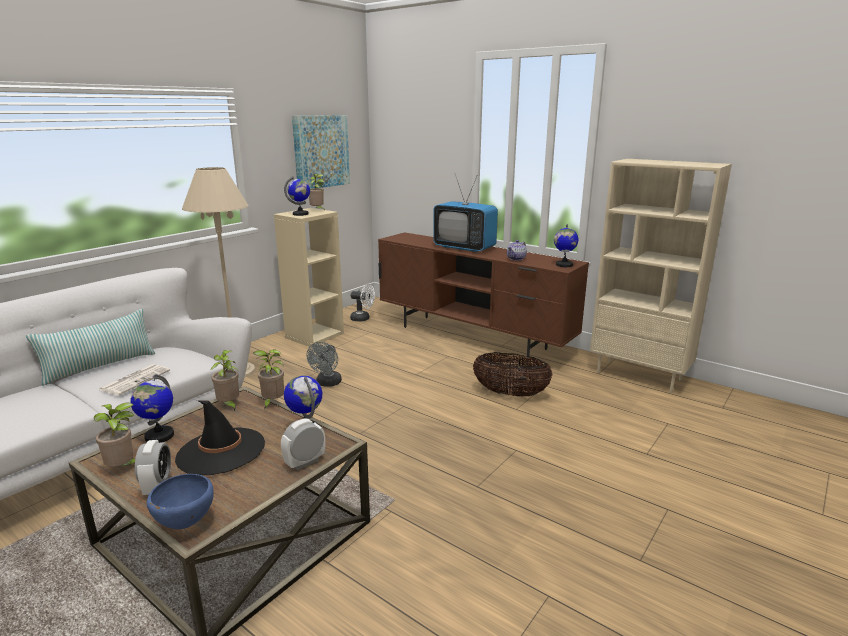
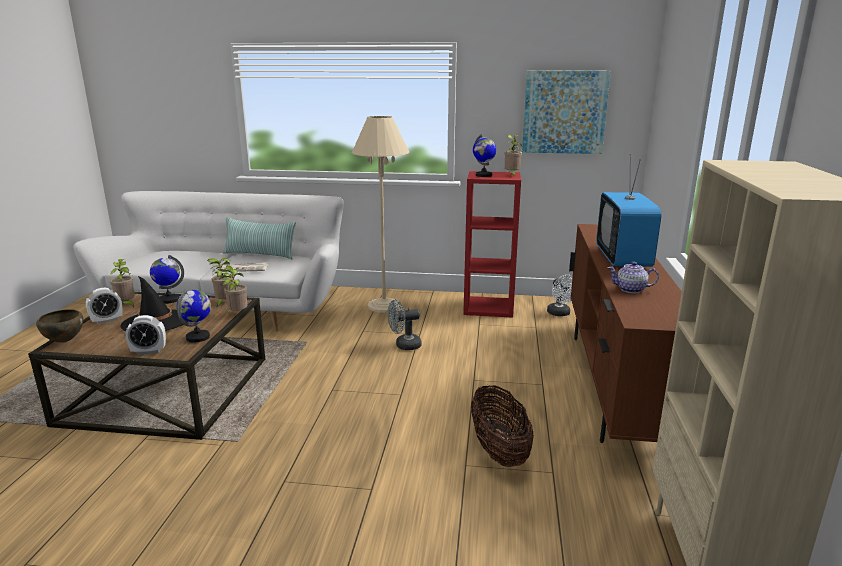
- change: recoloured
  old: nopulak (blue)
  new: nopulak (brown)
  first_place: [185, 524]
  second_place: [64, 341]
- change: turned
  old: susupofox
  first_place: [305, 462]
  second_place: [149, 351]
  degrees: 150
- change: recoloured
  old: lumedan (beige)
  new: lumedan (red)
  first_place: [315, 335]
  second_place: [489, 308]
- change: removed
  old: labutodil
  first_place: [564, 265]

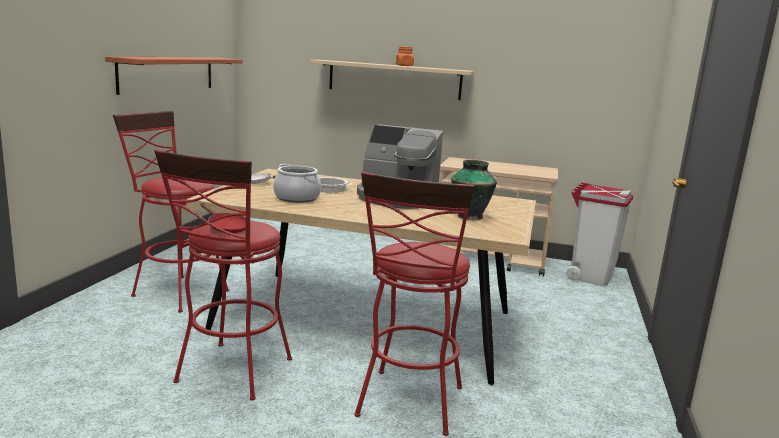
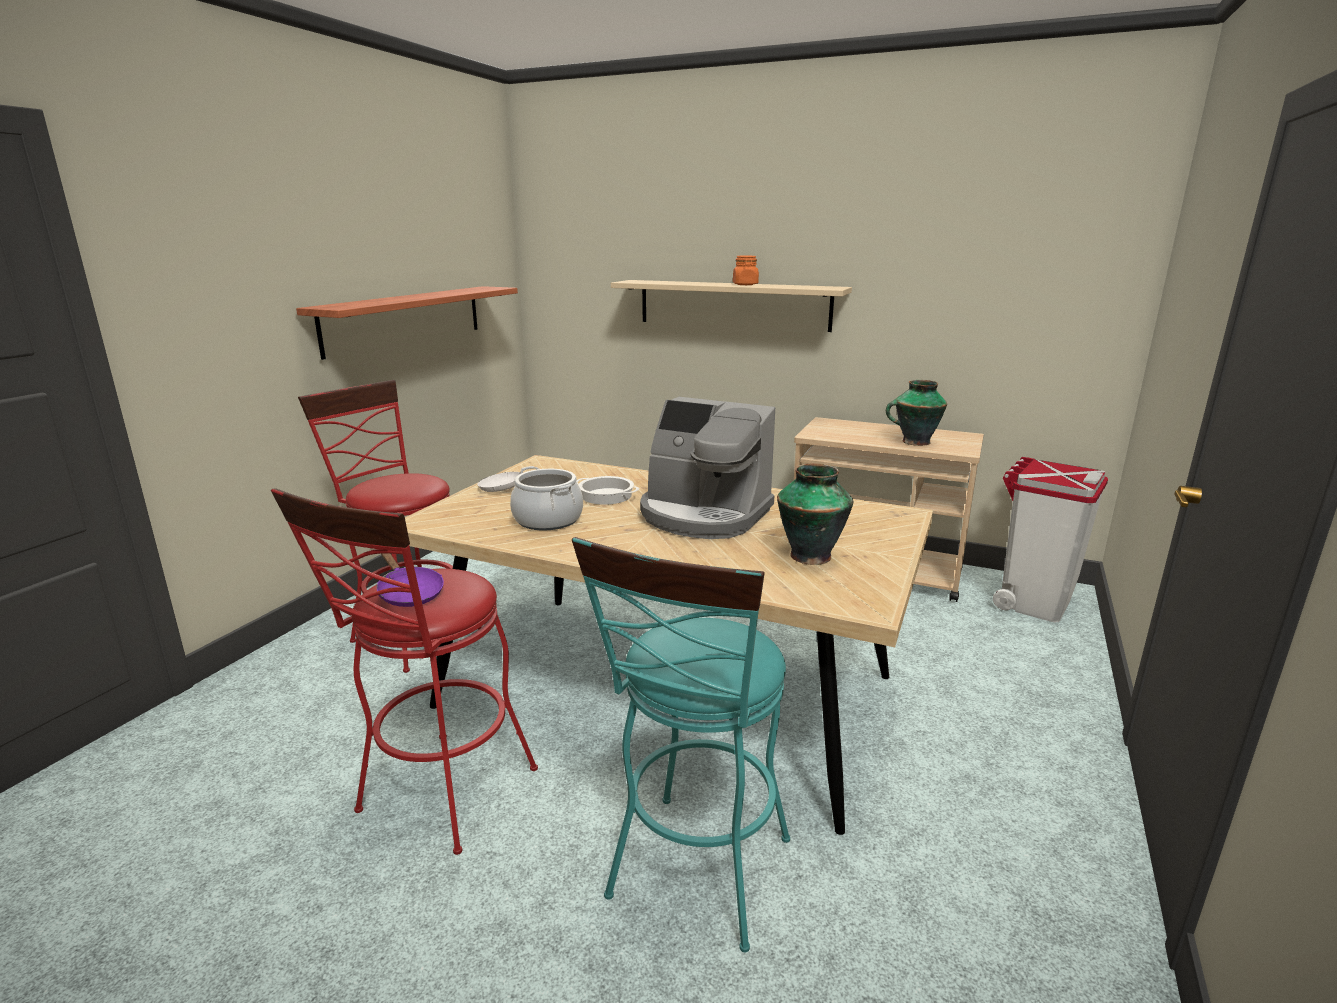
- change: recoloured
  old: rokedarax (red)
  new: rokedarax (purple)
  first_place: [225, 228]
  second_place: [408, 593]
- change: recoloured
  old: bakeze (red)
  new: bakeze (turquoise)
  first_place: [408, 406]
  second_place: [695, 879]
- change: added
  new: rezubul
  second_place: [914, 442]

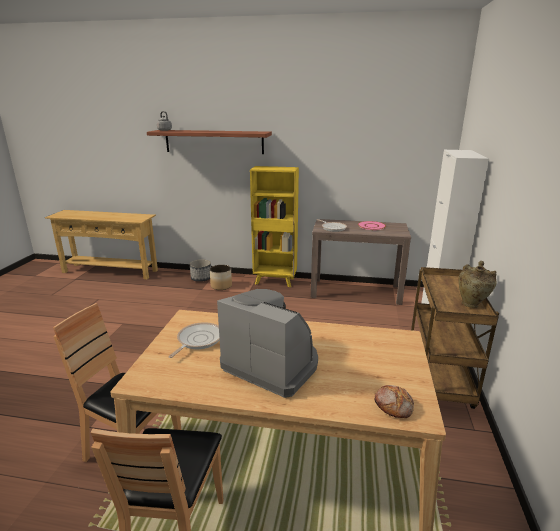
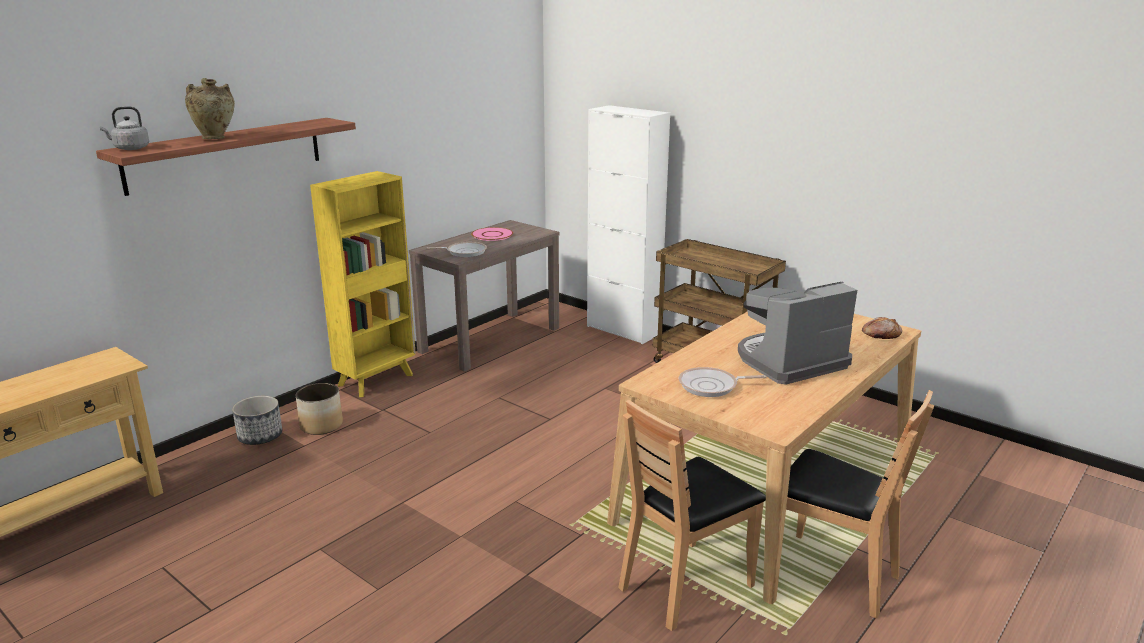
- change: moved
  old: rezubul (beige)
  first_place: [472, 304]
  second_place: [215, 138]
- change: turned
  old: rokedarax
  first_place: [198, 340]
  second_place: [711, 386]
  degrees: -60

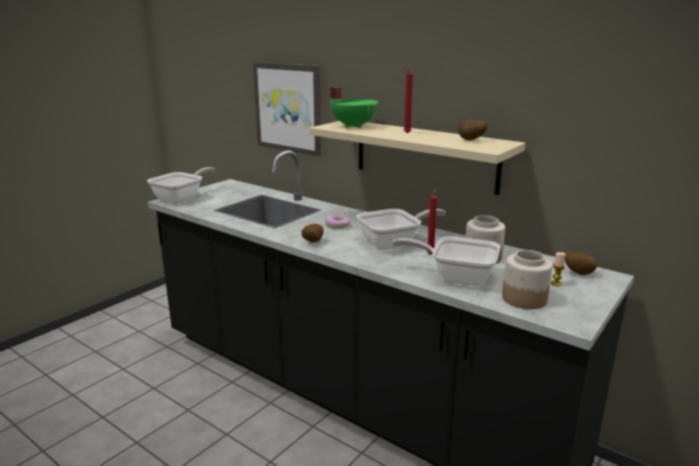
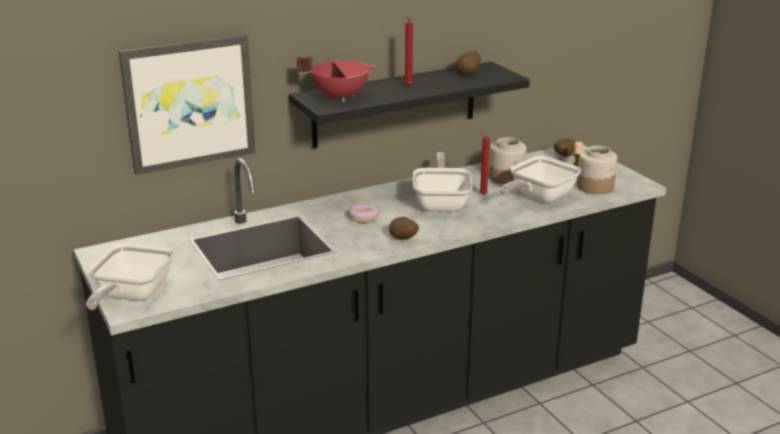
- change: turned
  old: rokedarax
  first_place: [182, 198]
  second_place: [131, 296]
  degrees: -135
- change: recoloured
  old: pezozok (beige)
  new: pezozok (black)
  first_place: [425, 155]
  second_place: [395, 104]
- change: recoloured
  old: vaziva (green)
  new: vaziva (red)
  first_place: [354, 126]
  second_place: [339, 97]

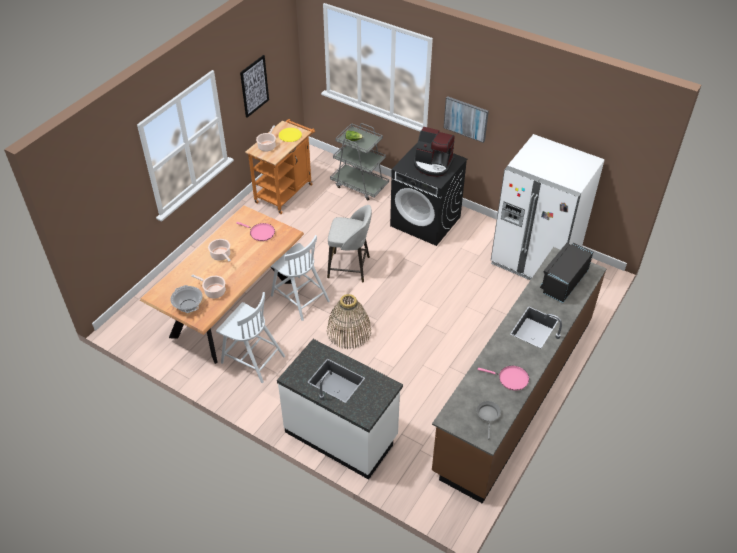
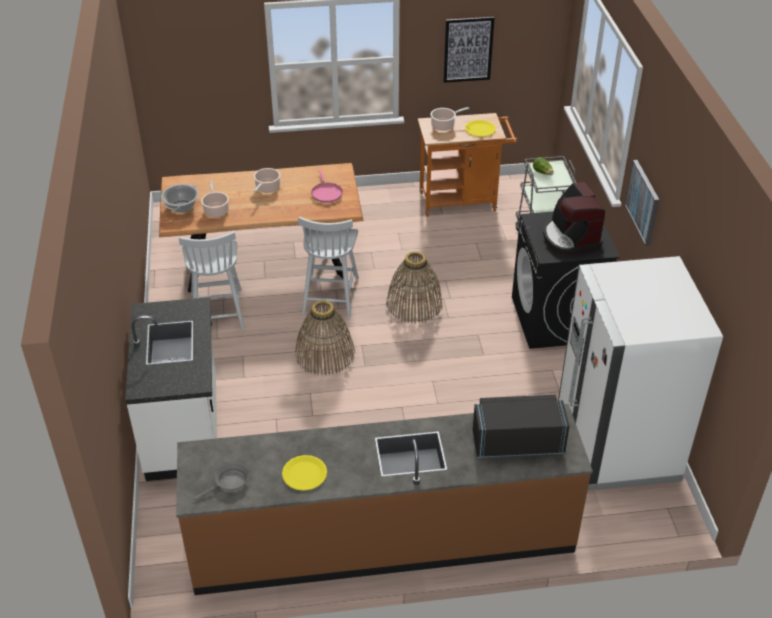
- change: replaced
  old: rokedarax (pink)
  new: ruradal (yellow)
  first_place: [511, 379]
  second_place: [304, 474]
- change: replaced
  old: bakeze (grey)
  new: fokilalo
  first_place: [350, 267]
  second_place: [414, 304]

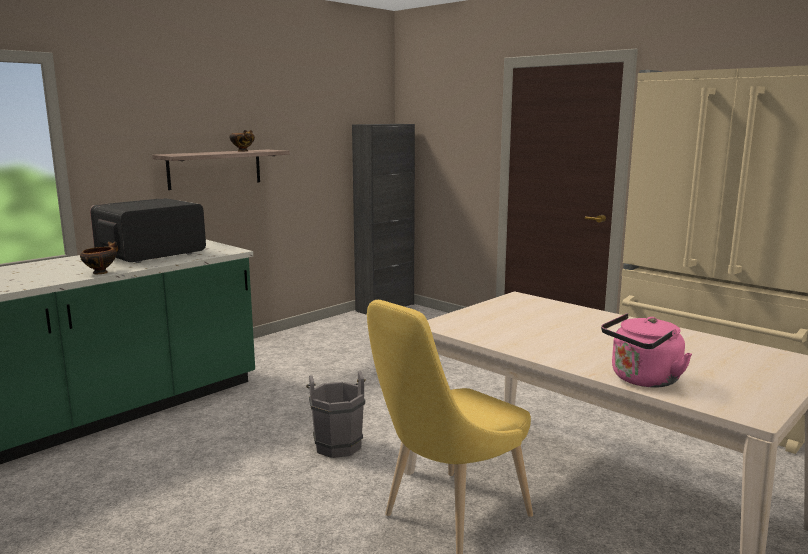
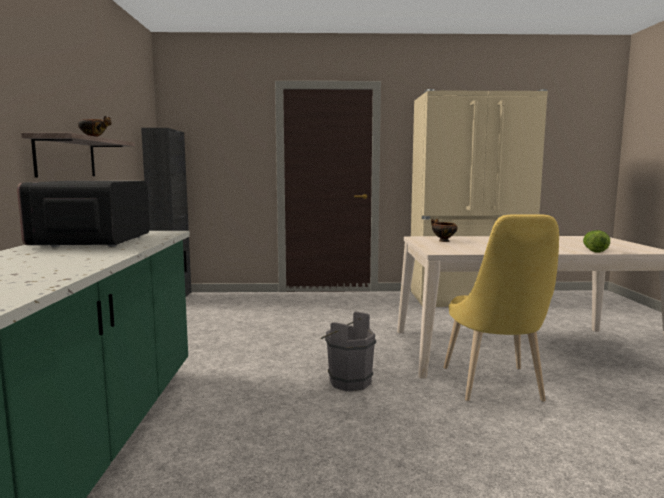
- change: moved
  old: nopulak
  first_place: [101, 272]
  second_place: [443, 241]
- change: replaced
  old: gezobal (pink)
  new: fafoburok
  first_place: [642, 380]
  second_place: [594, 250]

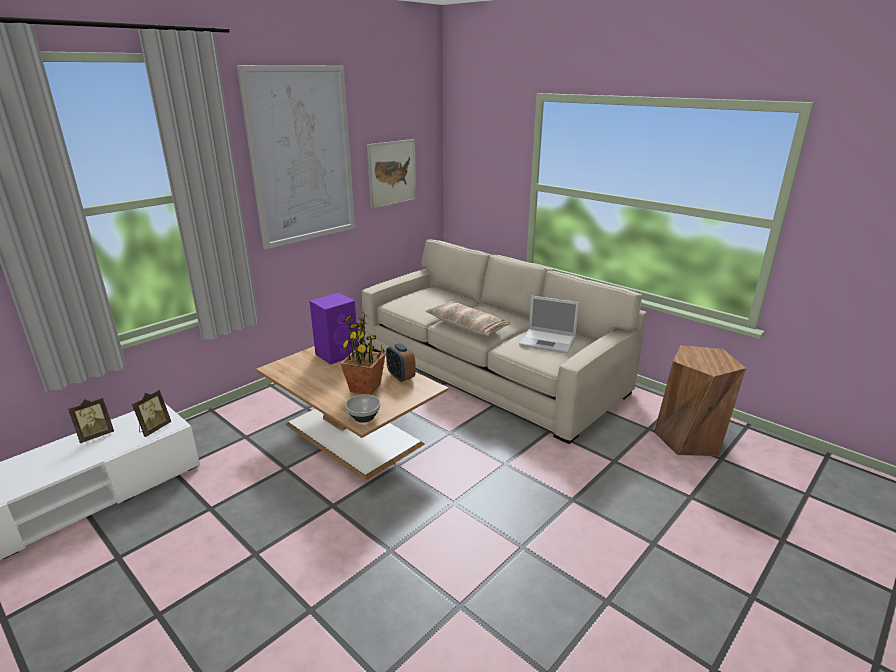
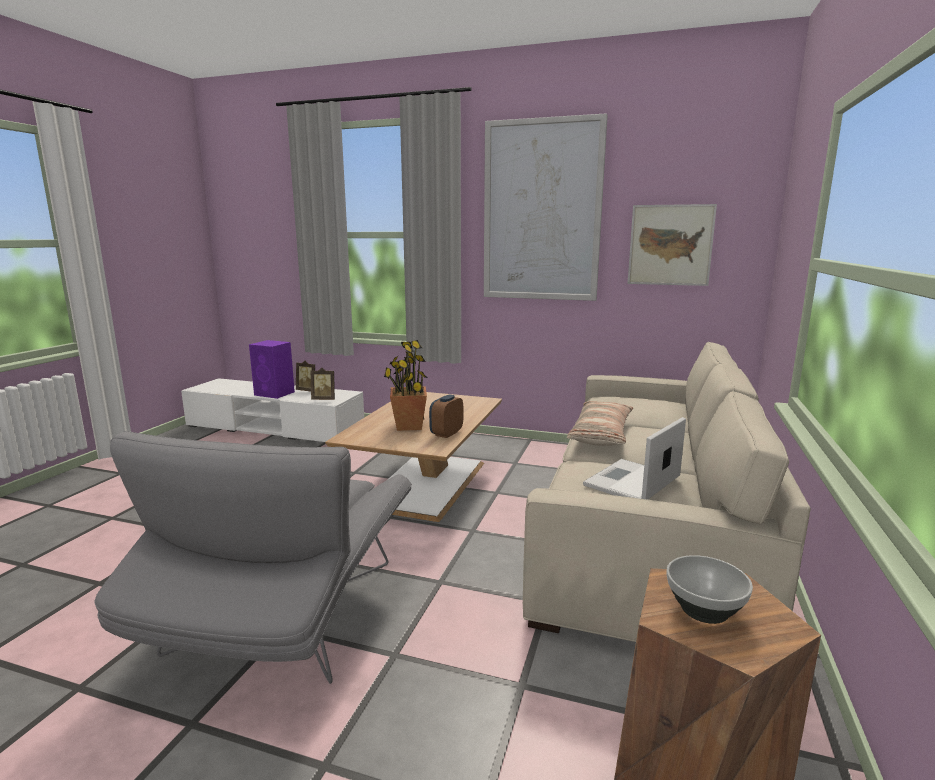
- change: added
  new: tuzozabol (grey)
  second_place: [282, 619]
- change: moved
  old: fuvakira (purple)
  first_place: [338, 354]
  second_place: [275, 393]
- change: turned
  old: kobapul
  first_place: [549, 341]
  second_place: [631, 482]
  degrees: 45
- change: moved
  old: nopulak
  first_place: [363, 417]
  second_place: [703, 609]

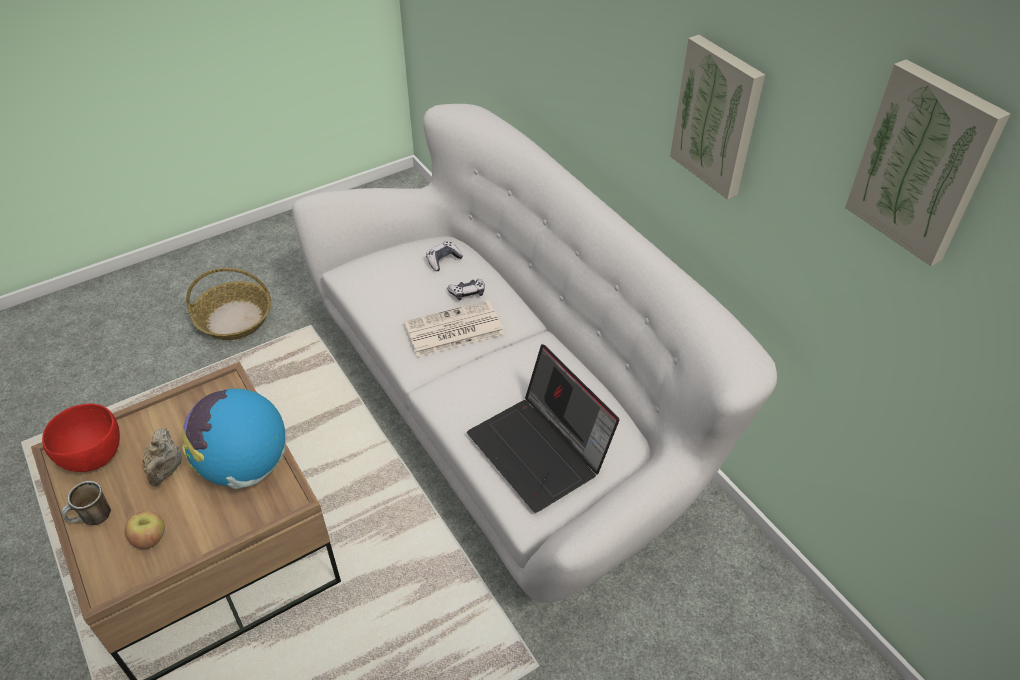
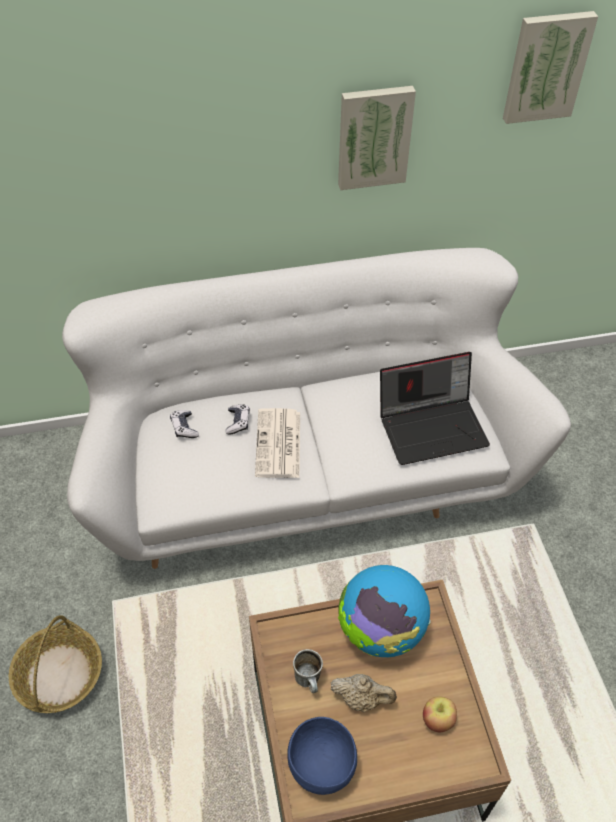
- change: recoloured
  old: nopulak (red)
  new: nopulak (blue)
  first_place: [93, 457]
  second_place: [321, 767]
- change: moved
  old: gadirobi
  first_place: [93, 519]
  second_place: [310, 681]

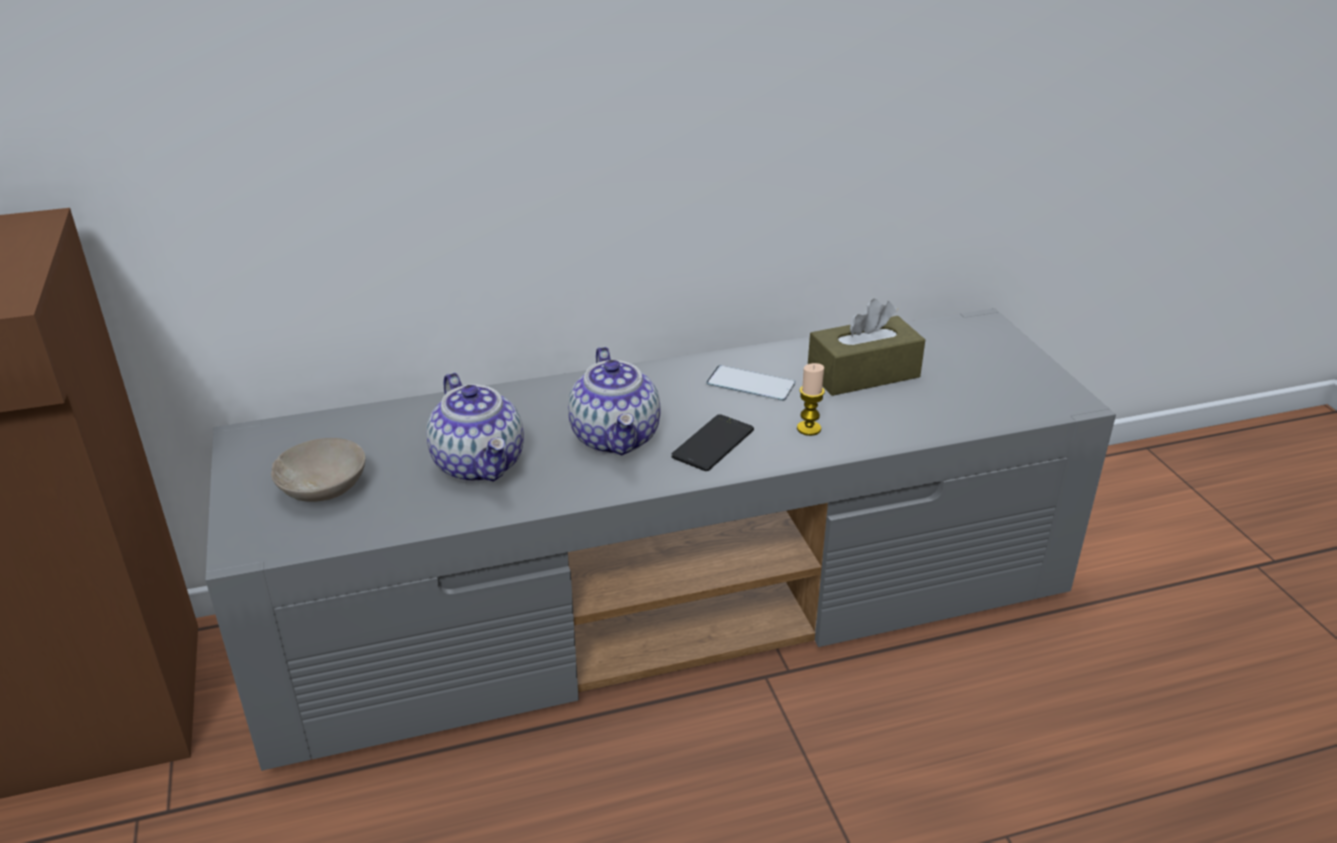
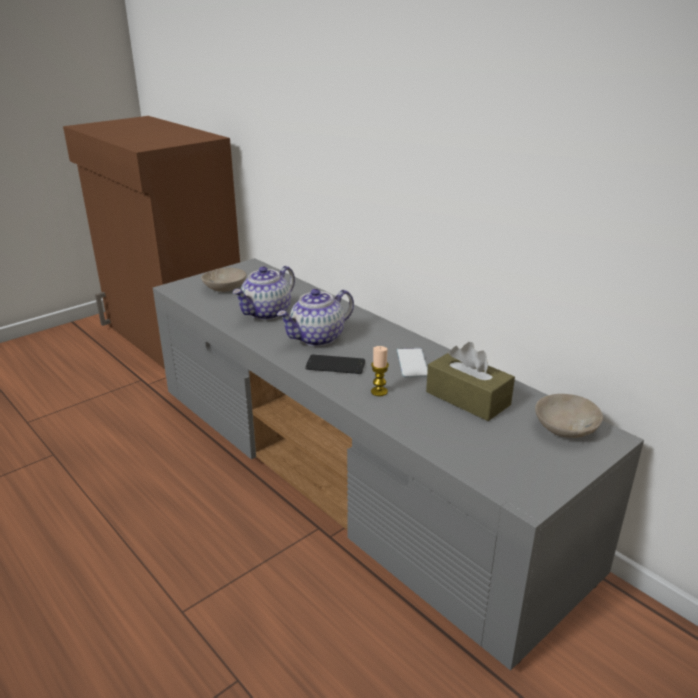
- change: added
  new: nopulak (beige)
  second_place: [564, 427]

